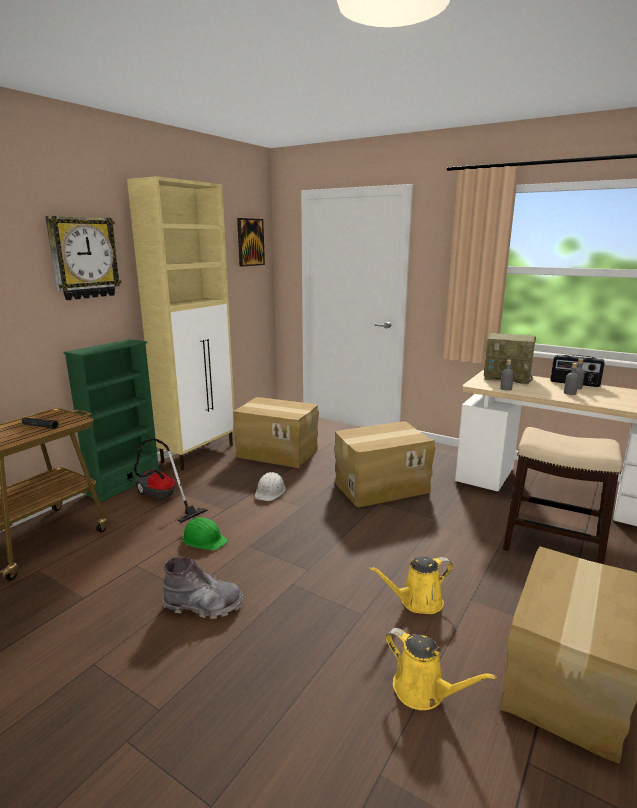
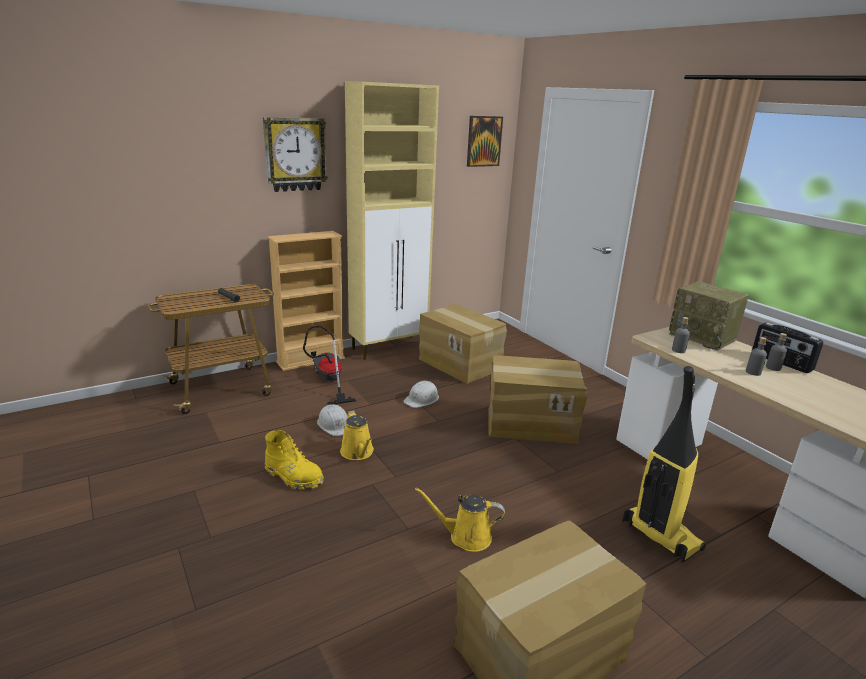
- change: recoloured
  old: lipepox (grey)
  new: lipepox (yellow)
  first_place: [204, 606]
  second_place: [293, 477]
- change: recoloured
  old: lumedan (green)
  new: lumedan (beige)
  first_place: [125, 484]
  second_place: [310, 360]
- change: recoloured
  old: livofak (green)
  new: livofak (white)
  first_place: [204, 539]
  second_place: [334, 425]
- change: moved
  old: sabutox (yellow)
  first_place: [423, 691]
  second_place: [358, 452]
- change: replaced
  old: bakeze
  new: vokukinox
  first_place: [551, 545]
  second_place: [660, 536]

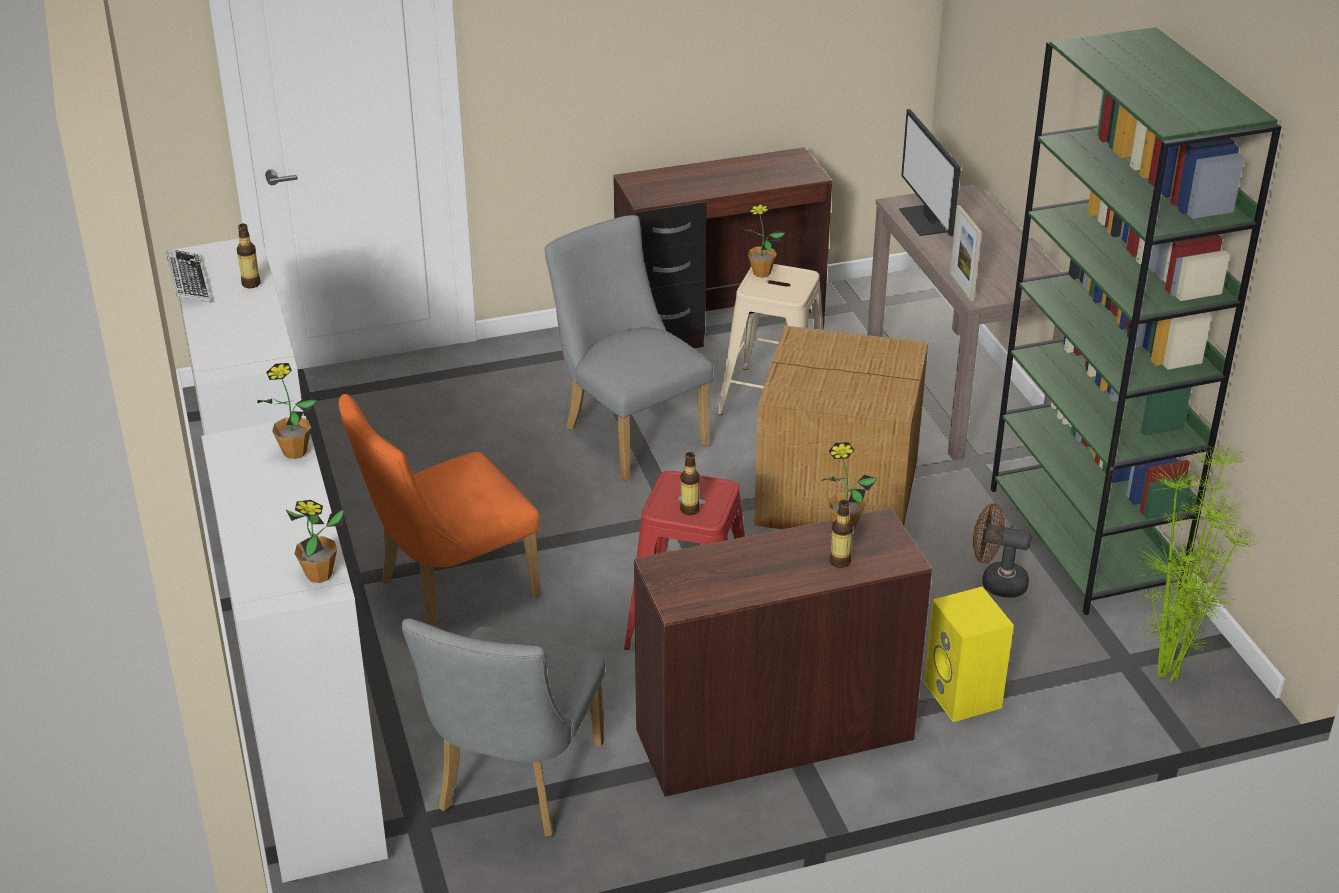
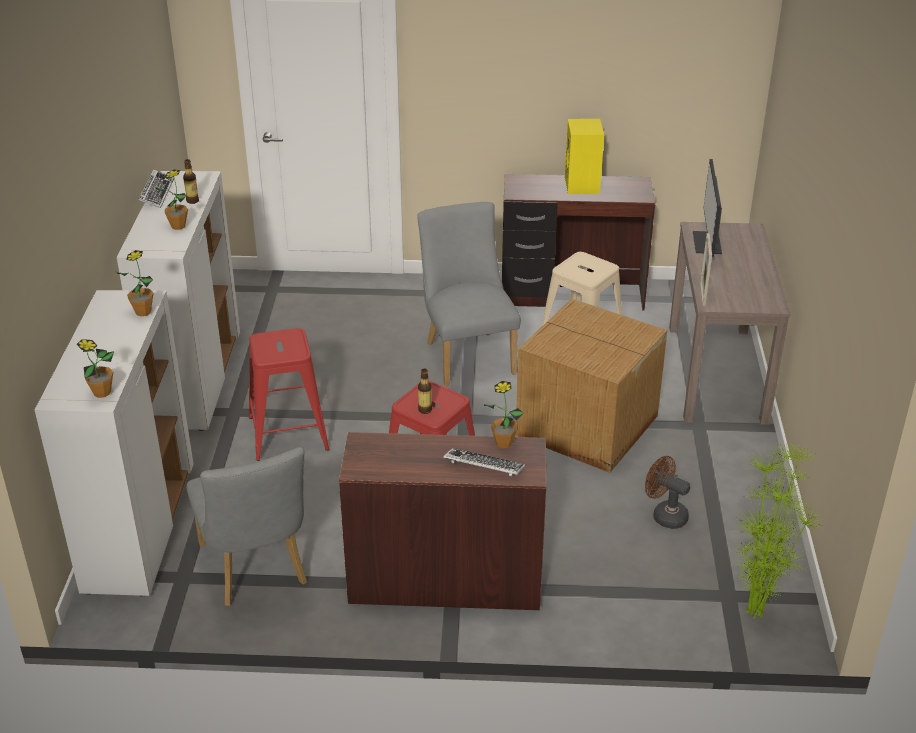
- change: moved
  old: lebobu
  first_place: [761, 273]
  second_place: [178, 226]
- change: turned
  old: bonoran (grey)
  first_place: [514, 785]
  second_place: [256, 570]
  degrees: -60
- change: replaced
  old: bonoran (orange)
  new: bakeze (red)
  first_place: [448, 592]
  second_place: [289, 433]
- change: replaced
  old: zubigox
  new: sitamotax
  first_place: [840, 562]
  second_place: [484, 466]
- change: moved
  old: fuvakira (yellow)
  first_place: [964, 696]
  second_place: [583, 186]
- change: removed
  old: lumedan (green)
  first_place: [1085, 540]

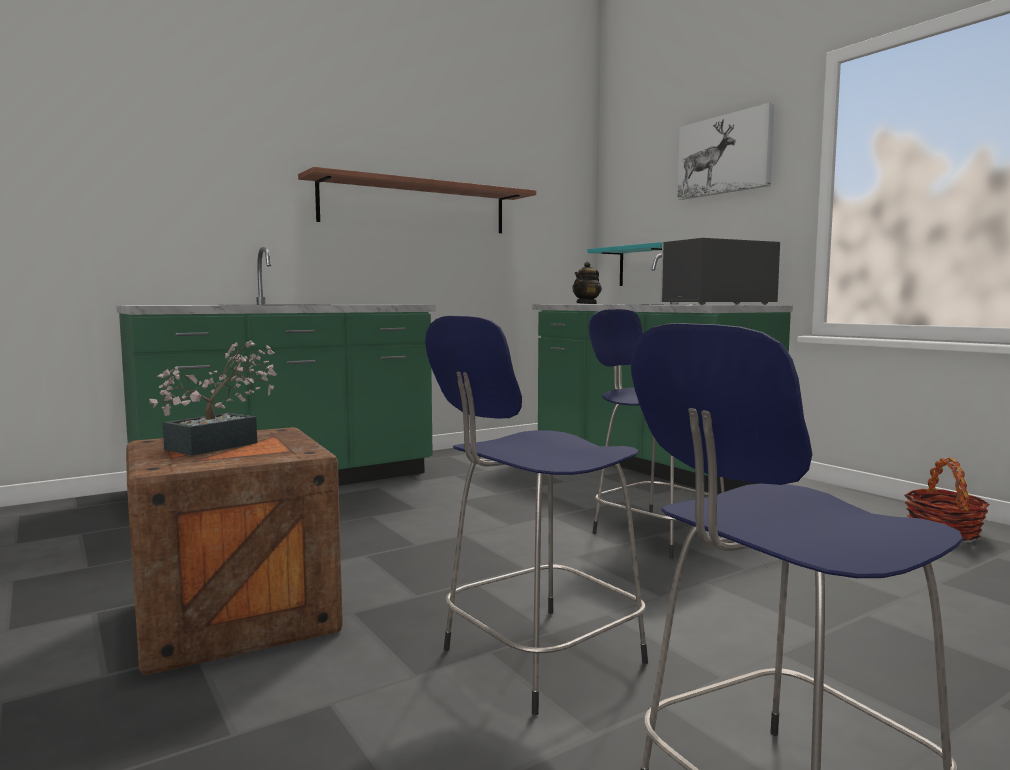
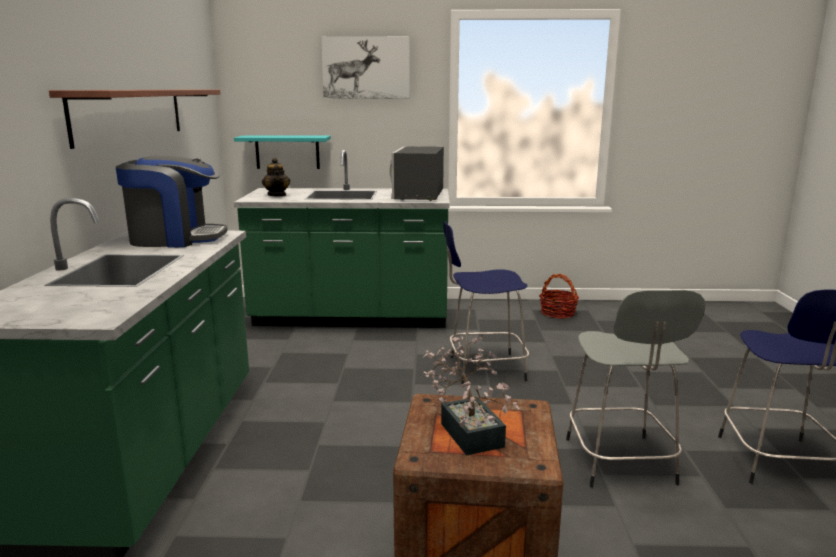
- change: added
  new: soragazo
  second_place: [176, 239]
- change: recoloured
  old: bakeze (blue)
  new: bakeze (grey)
  first_place: [537, 658]
  second_place: [620, 463]

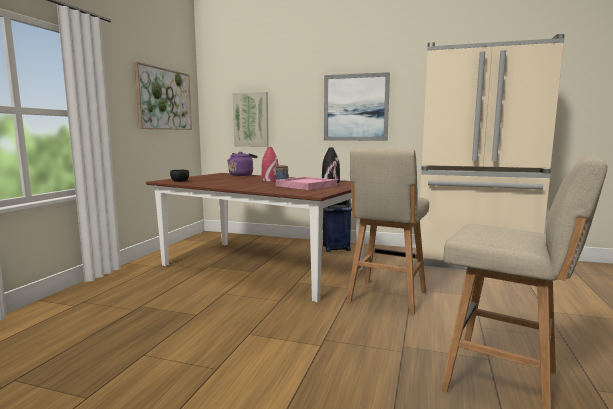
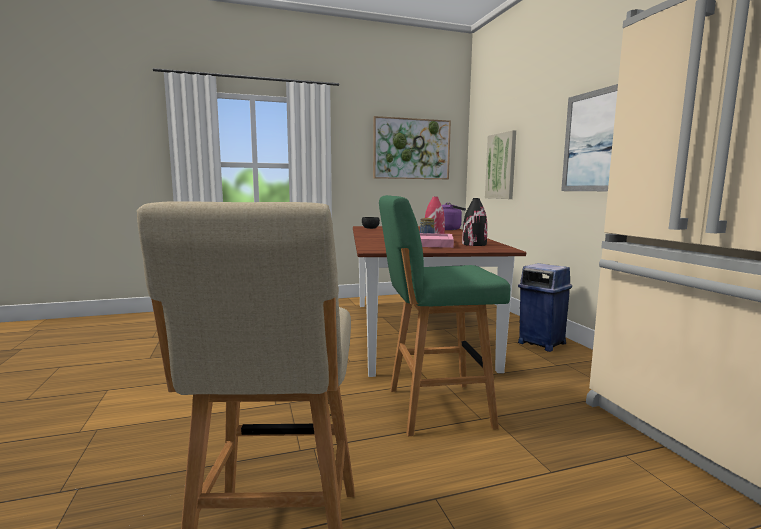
- change: recoloured
  old: bakeze (beige)
  new: bakeze (green)
  first_place: [386, 298]
  second_place: [435, 408]

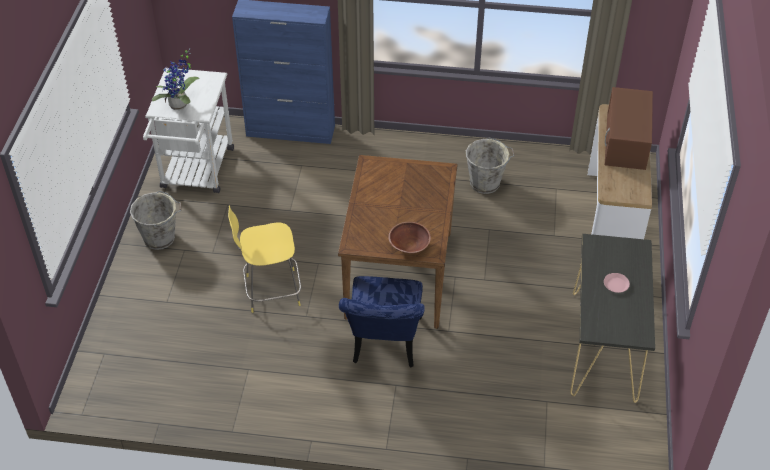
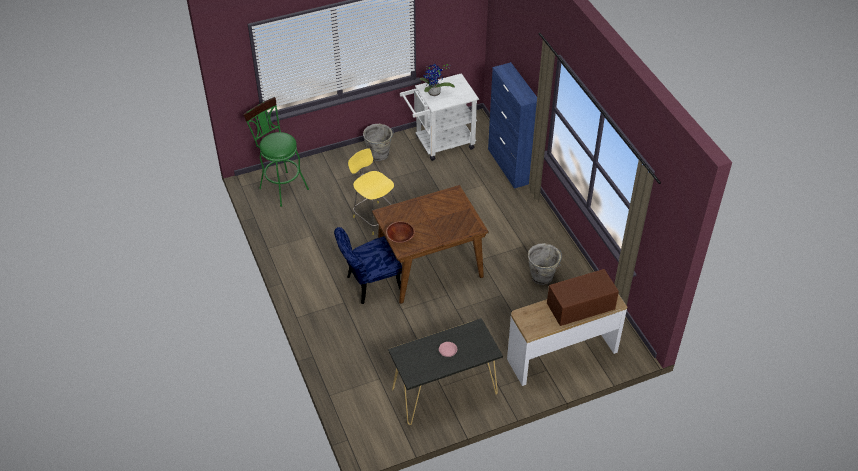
- change: added
  new: bakeze (green)
  second_place: [281, 186]

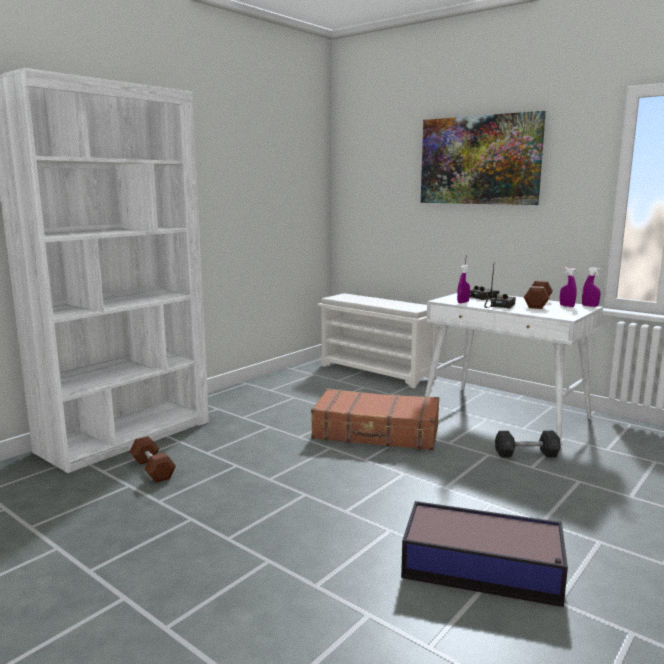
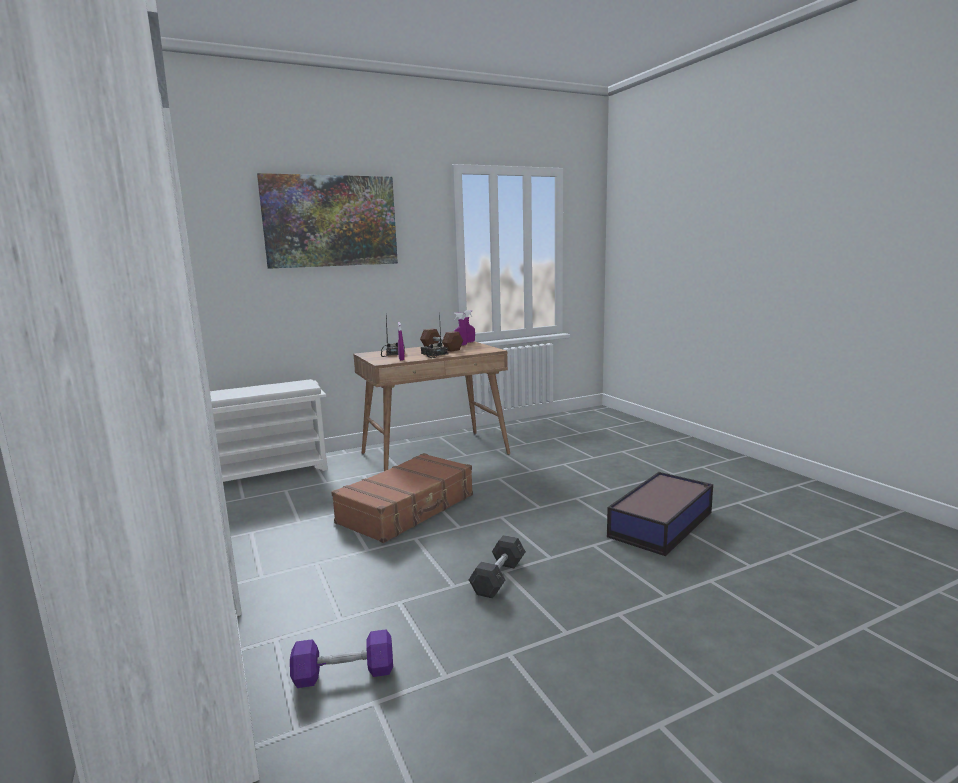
- change: recoloured
  old: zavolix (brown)
  new: zavolix (purple)
  first_place: [152, 469]
  second_place: [344, 674]
- change: recoloured
  old: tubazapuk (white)
  new: tubazapuk (brown)
  first_place: [506, 415]
  second_place: [435, 454]
- change: moved
  old: zavolix (grey)
  first_place: [526, 454]
  second_place: [498, 578]

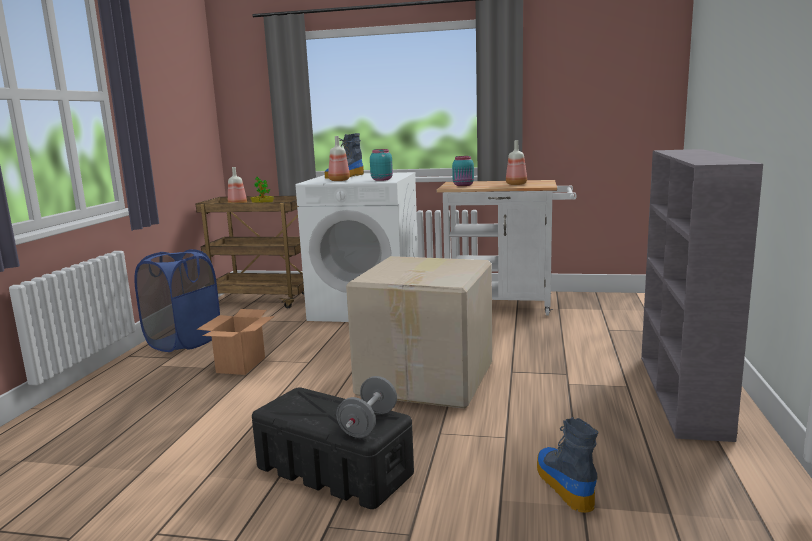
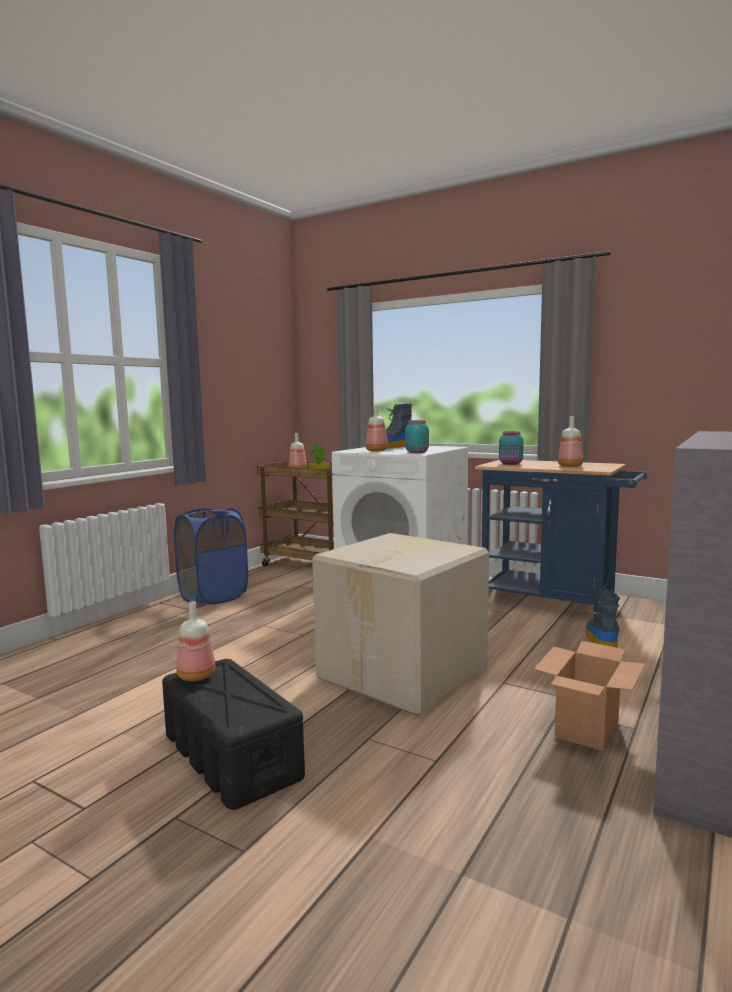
- change: added
  new: zubigox
  second_place: [195, 676]
- change: recoloured
  old: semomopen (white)
  new: semomopen (blue)
  first_place: [506, 305]
  second_place: [556, 604]
- change: moved
  old: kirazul
  first_place: [241, 365]
  second_place: [587, 729]
- change: moved
  old: lipepox
  first_place: [563, 484]
  second_place: [600, 641]
- change: removed
  old: zavolix (grey)
  first_place: [368, 424]

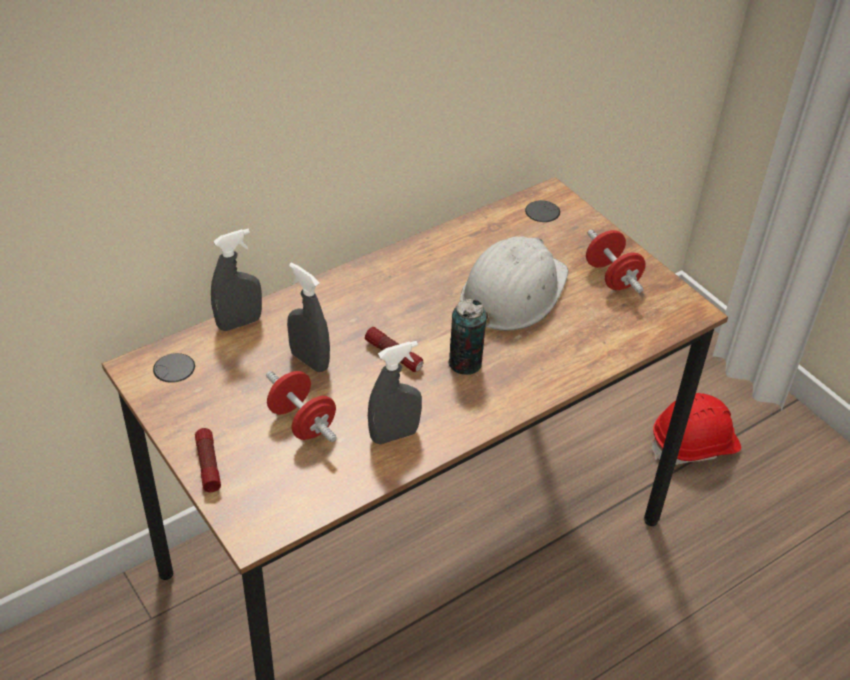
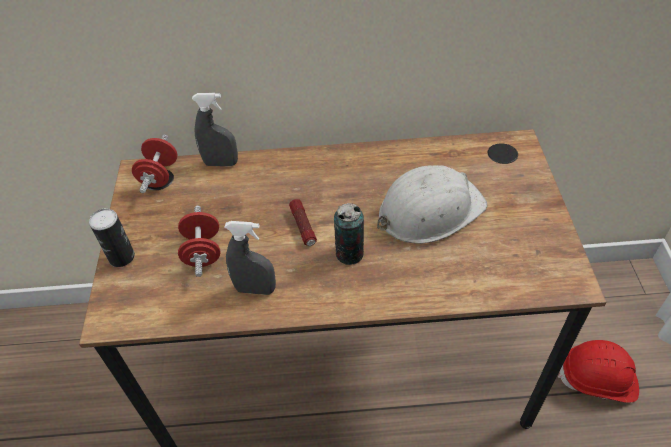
- change: replaced
  old: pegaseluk
  new: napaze
  first_place: [208, 465]
  second_place: [121, 257]
- change: moved
  old: zavolix (red)
  first_place: [612, 277]
  second_place: [159, 175]
- change: removed
  old: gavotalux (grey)
  first_place: [309, 361]

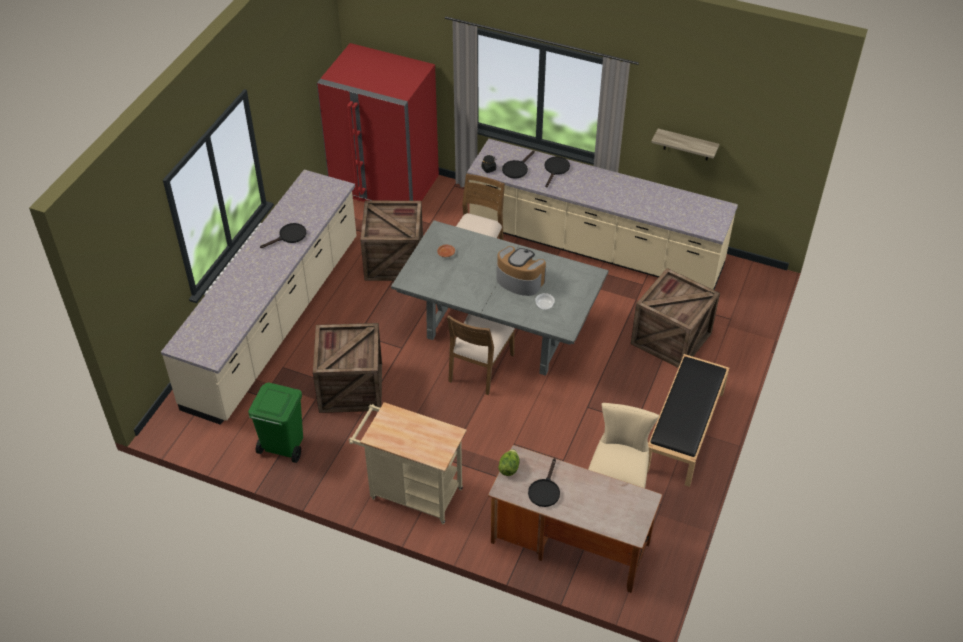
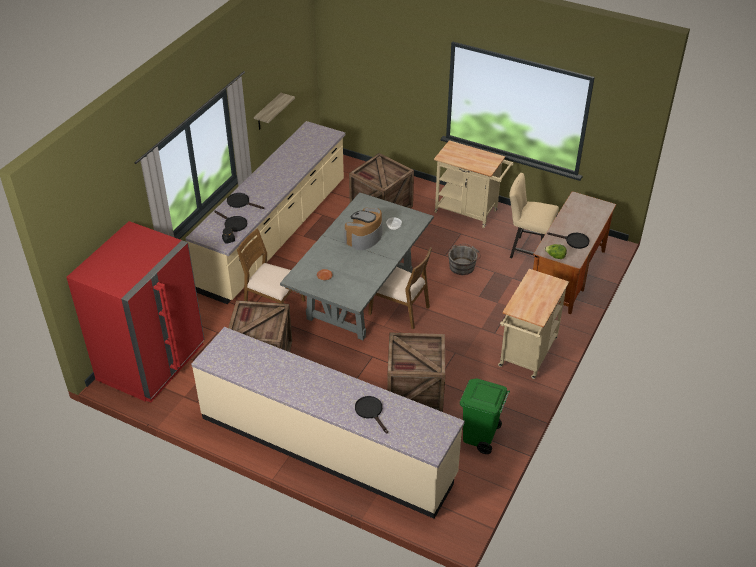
- change: moved
  old: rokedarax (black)
  first_place: [289, 236]
  second_place: [371, 411]
- change: replaced
  old: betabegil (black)
  new: semomopen (beige)
  first_place: [684, 431]
  second_place: [469, 212]
- change: added
  new: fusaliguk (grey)
  second_place: [463, 266]

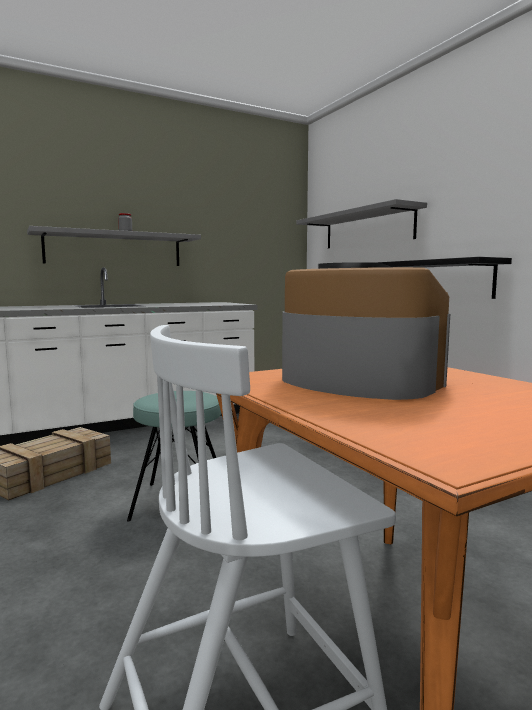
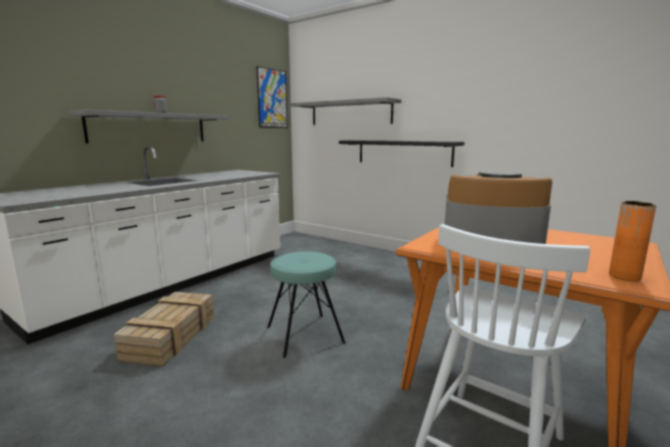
- change: added
  new: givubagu
  second_place: [272, 99]
- change: added
  new: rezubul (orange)
  second_place: [624, 276]

